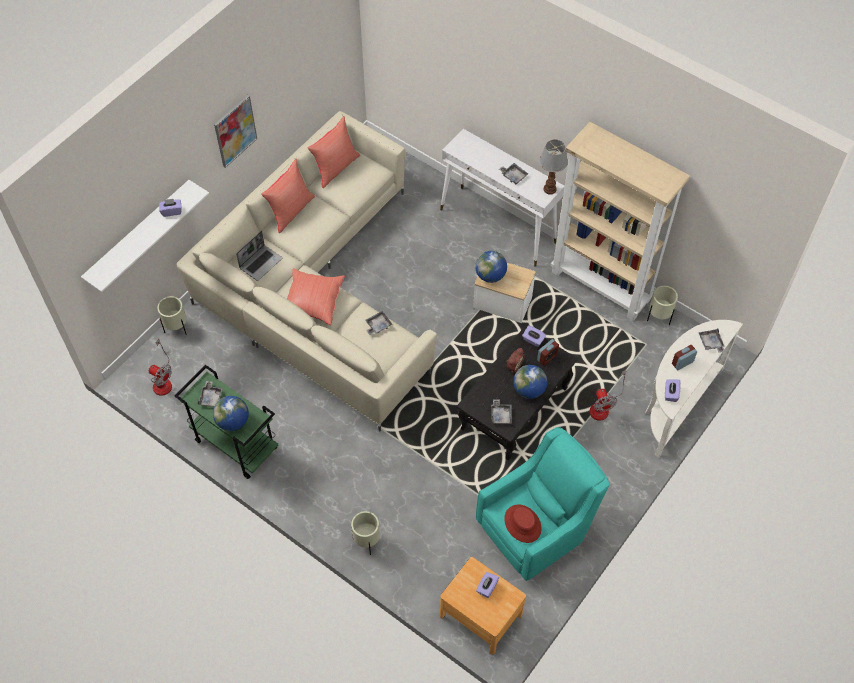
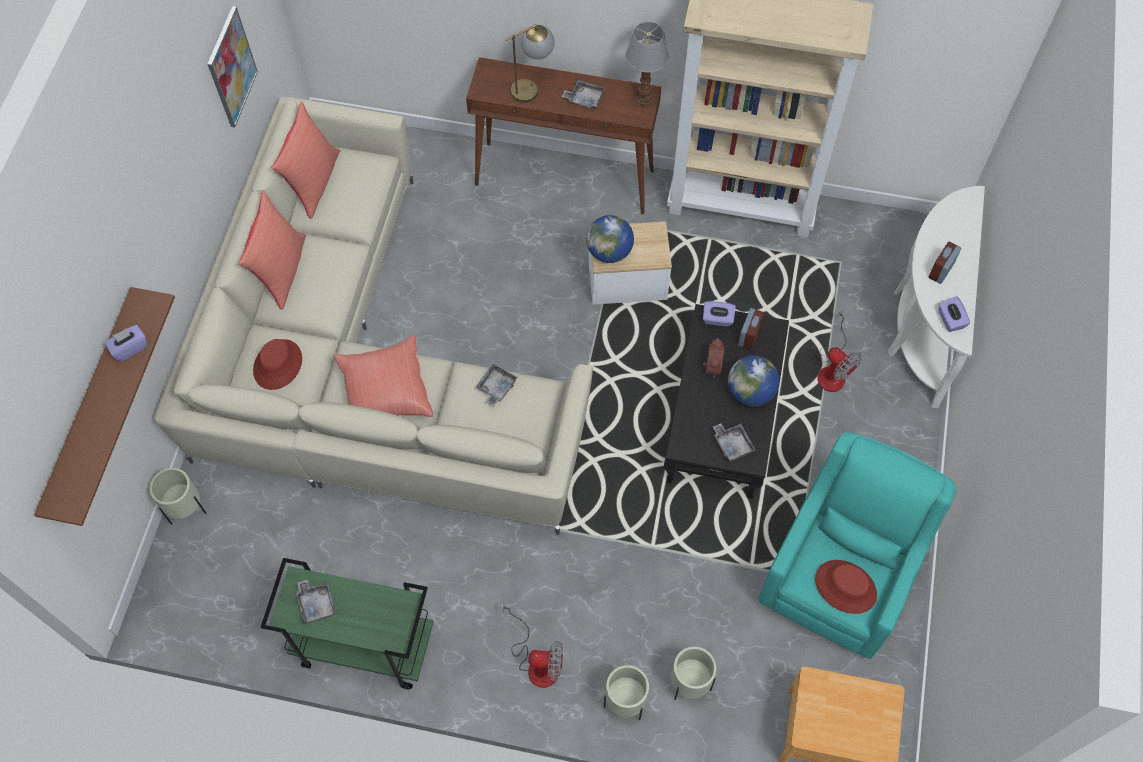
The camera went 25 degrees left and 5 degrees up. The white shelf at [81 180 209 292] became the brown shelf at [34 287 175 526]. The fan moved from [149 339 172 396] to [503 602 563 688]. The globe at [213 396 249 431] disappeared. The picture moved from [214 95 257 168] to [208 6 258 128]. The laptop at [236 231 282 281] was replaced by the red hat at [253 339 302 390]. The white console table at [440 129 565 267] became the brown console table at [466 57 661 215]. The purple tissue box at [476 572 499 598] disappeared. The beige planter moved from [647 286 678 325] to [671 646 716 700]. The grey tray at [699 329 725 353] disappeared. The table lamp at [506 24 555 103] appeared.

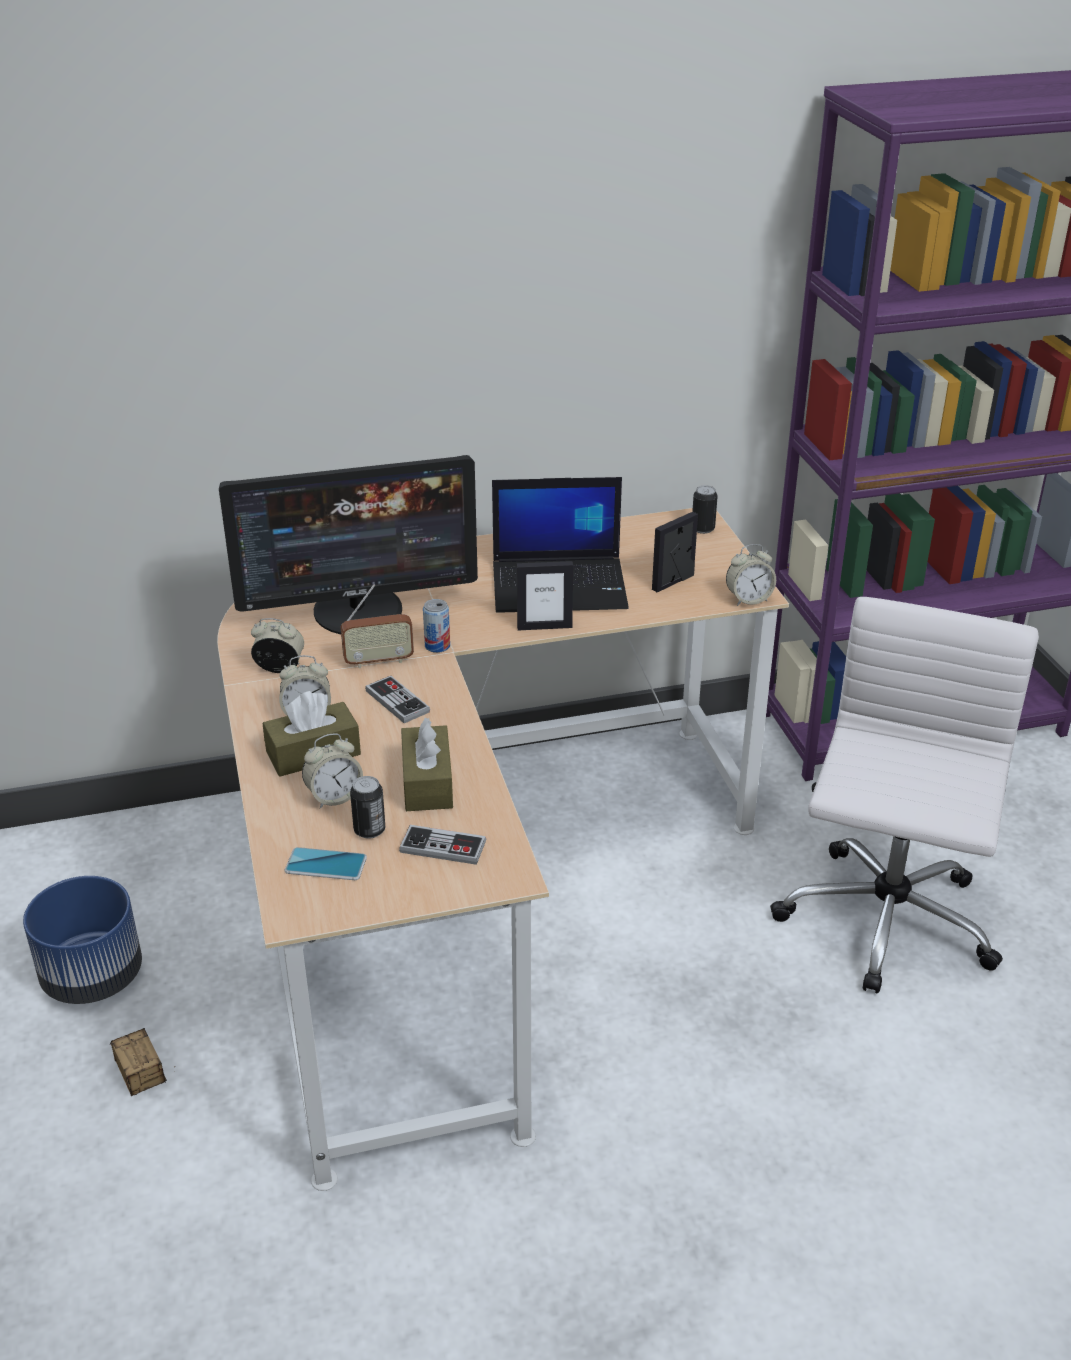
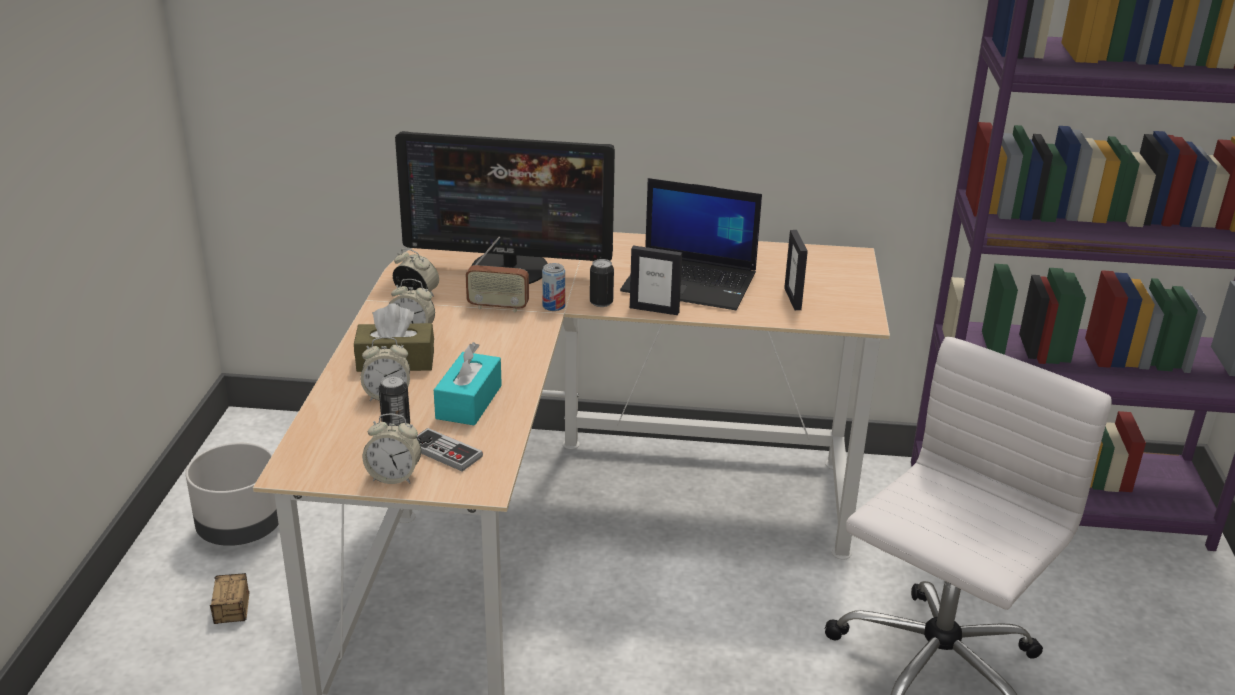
The camera went 20 degrees right and 5 degrees down. The blue planter at [23 876 142 1004] became the grey planter at [186 443 279 546]. The phone at [285 847 367 880] disappeared. The game controller at [365 676 430 723] disappeared. The brown tissue box at [401 717 453 811] became the turquoise tissue box at [434 342 502 426]. The picture frame at [652 512 698 592] turned 75 degrees counterclockwise. The can moved from [692 485 718 534] to [590 259 614 307]. The alarm clock moved from [726 544 776 606] to [362 413 421 484].

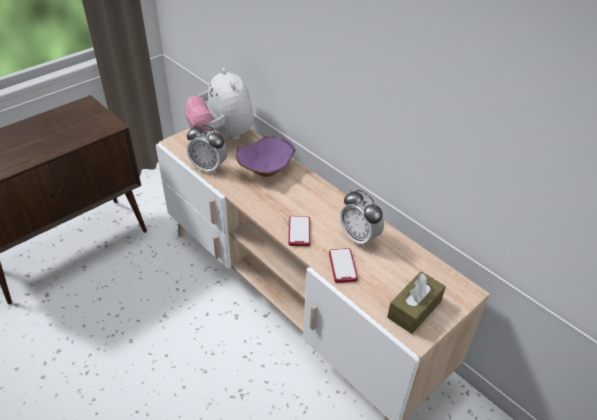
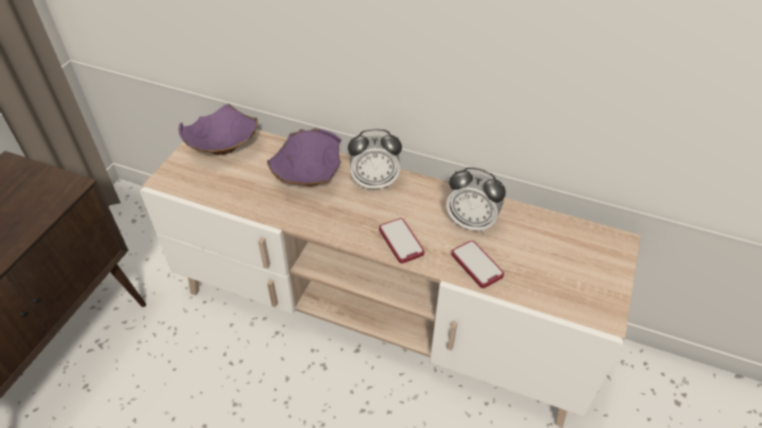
The camera went 25 degrees left and 5 degrees up. The plush toy at [186 68 254 140] was replaced by the purple bowl at [179 103 258 155]. The alarm clock moved from [187 124 228 174] to [348 129 402 189]. The brown tissue box at [387 272 446 334] disappeared.

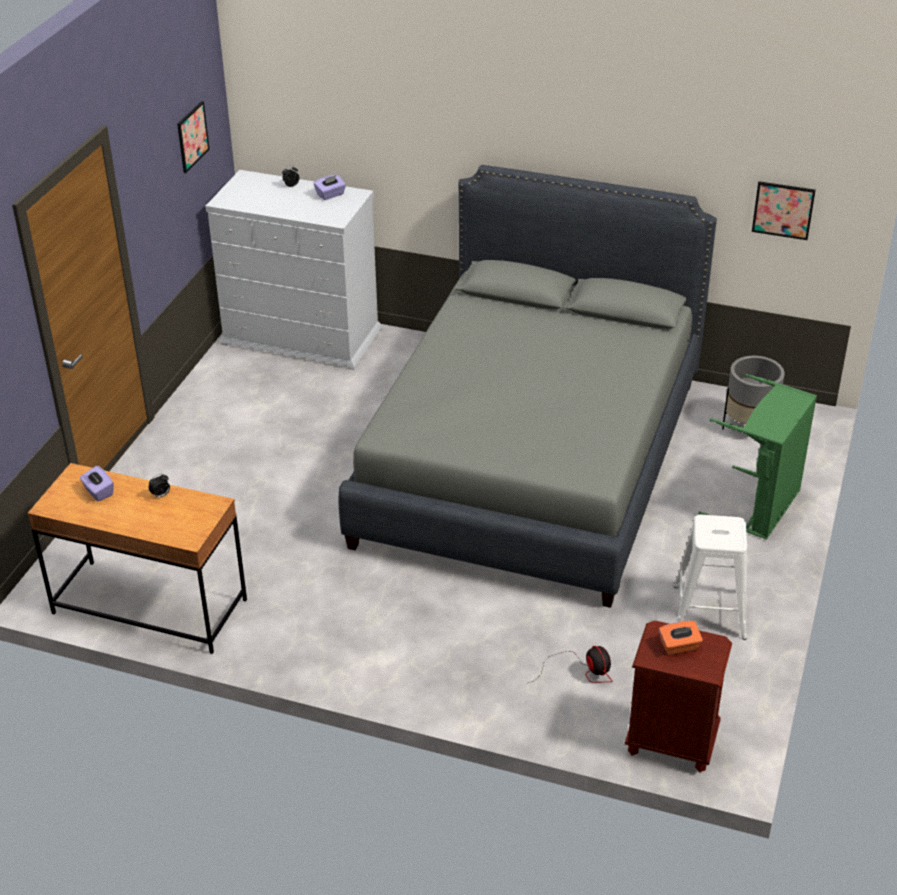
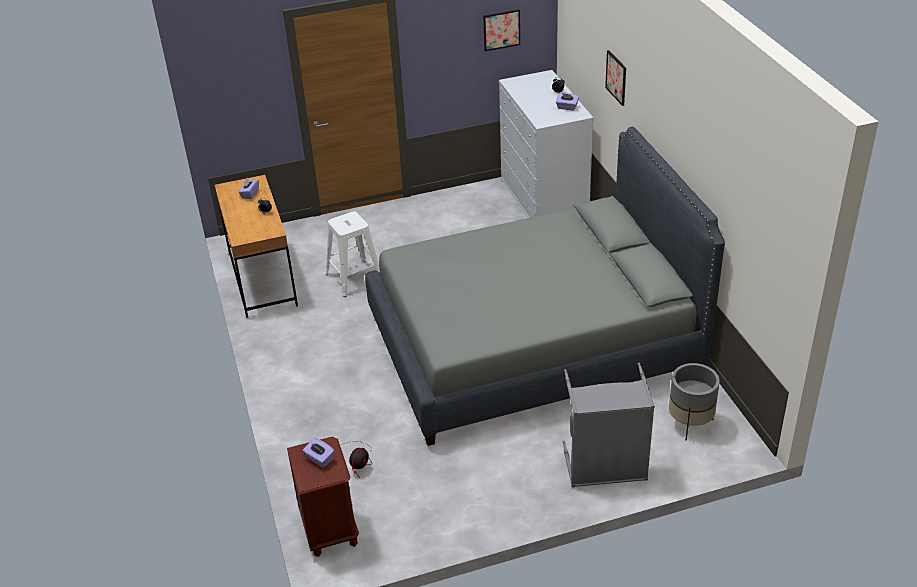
The camera went 55 degrees right and 0 degrees up. The orange tissue box at [659 621 703 655] became the purple tissue box at [303 438 335 468]. The white stool moved from [674 515 747 640] to [326 211 380 297]. The green laundry basket at [698 374 817 540] became the grey laundry basket at [562 363 655 487]. The picture moved from [752 181 816 240] to [605 50 626 106].

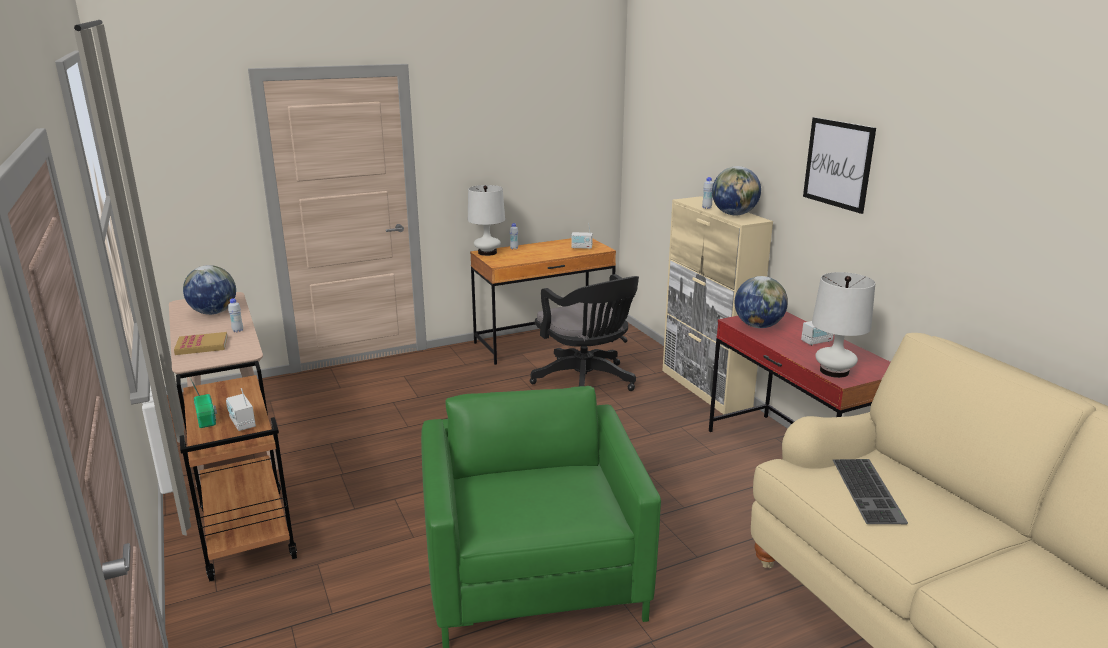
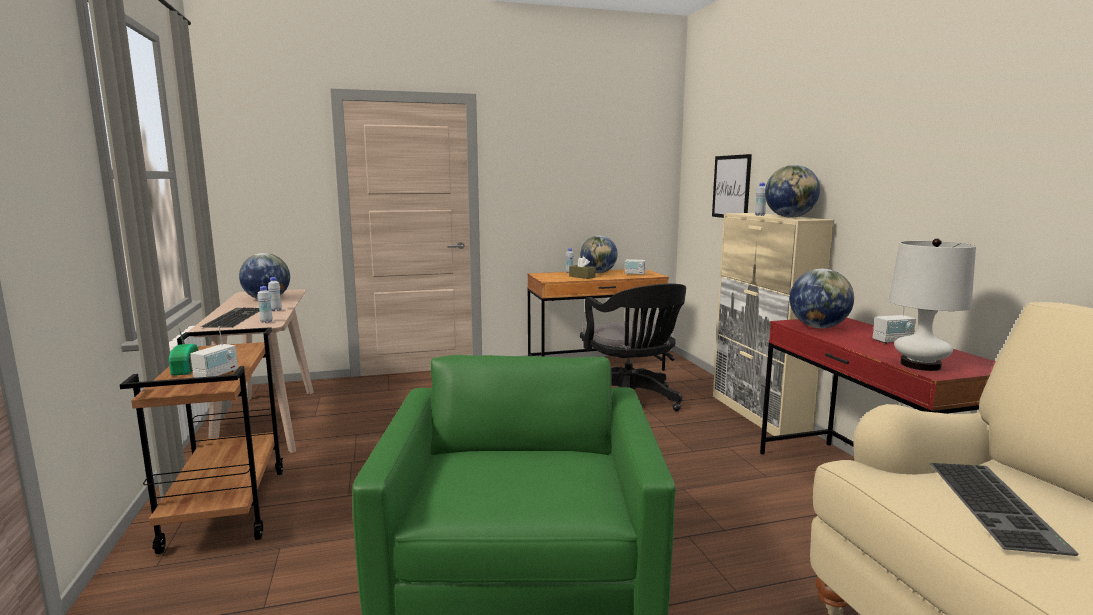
The camera went 10 degrees right and 10 degrees down. The book at [174 332 227 355] was replaced by the keyboard at [201 308 259 328]. The radio at [226 388 256 431] turned 135 degrees counterclockwise. The white table lamp at [468 185 505 256] disappeared. The picture moved from [803 117 876 214] to [712 154 752 218]. The white bottle at [257 286 273 323] appeared. The brown tissue box at [569 257 596 279] appeared. The globe at [580 235 618 273] appeared.

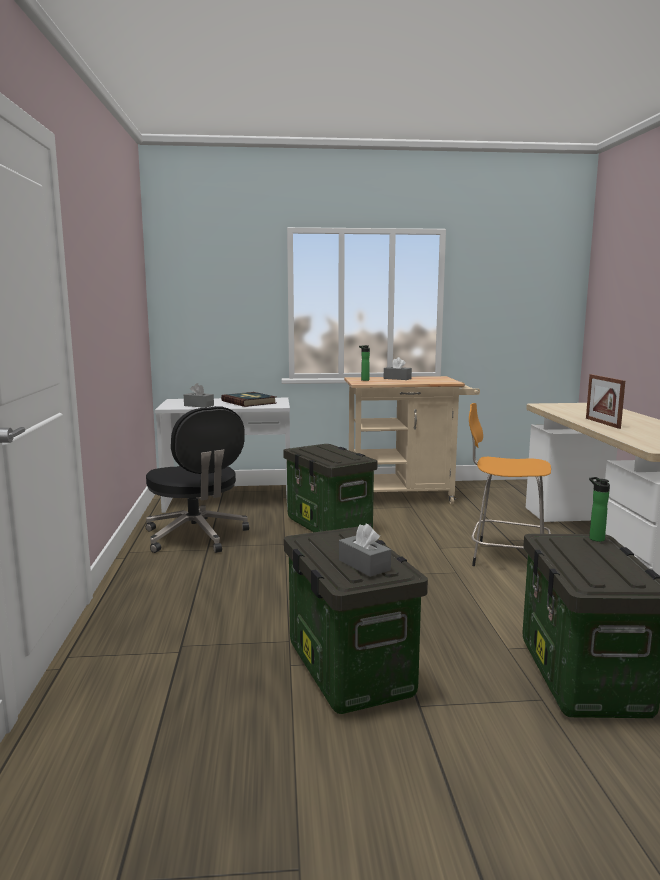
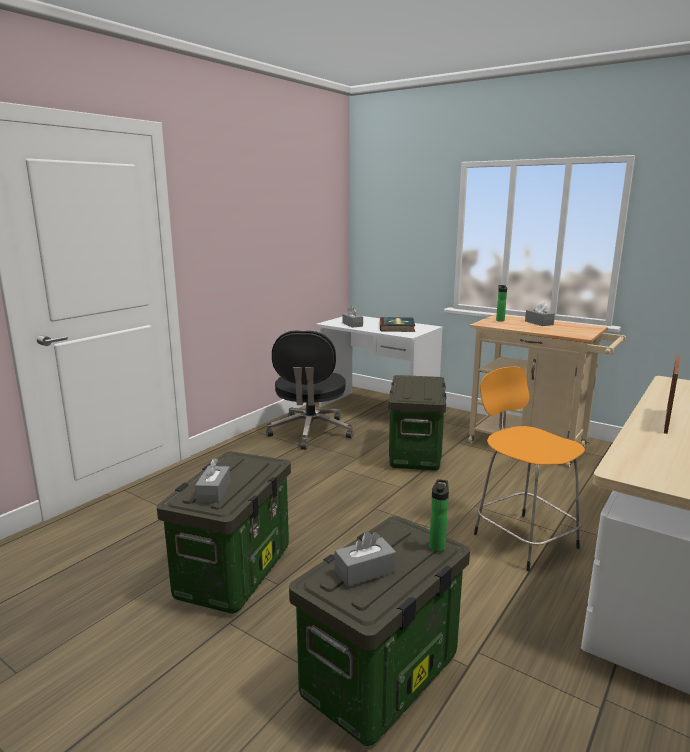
The camera went 40 degrees right and 5 degrees up. The grey tissue box at [335 532 396 587] appeared.

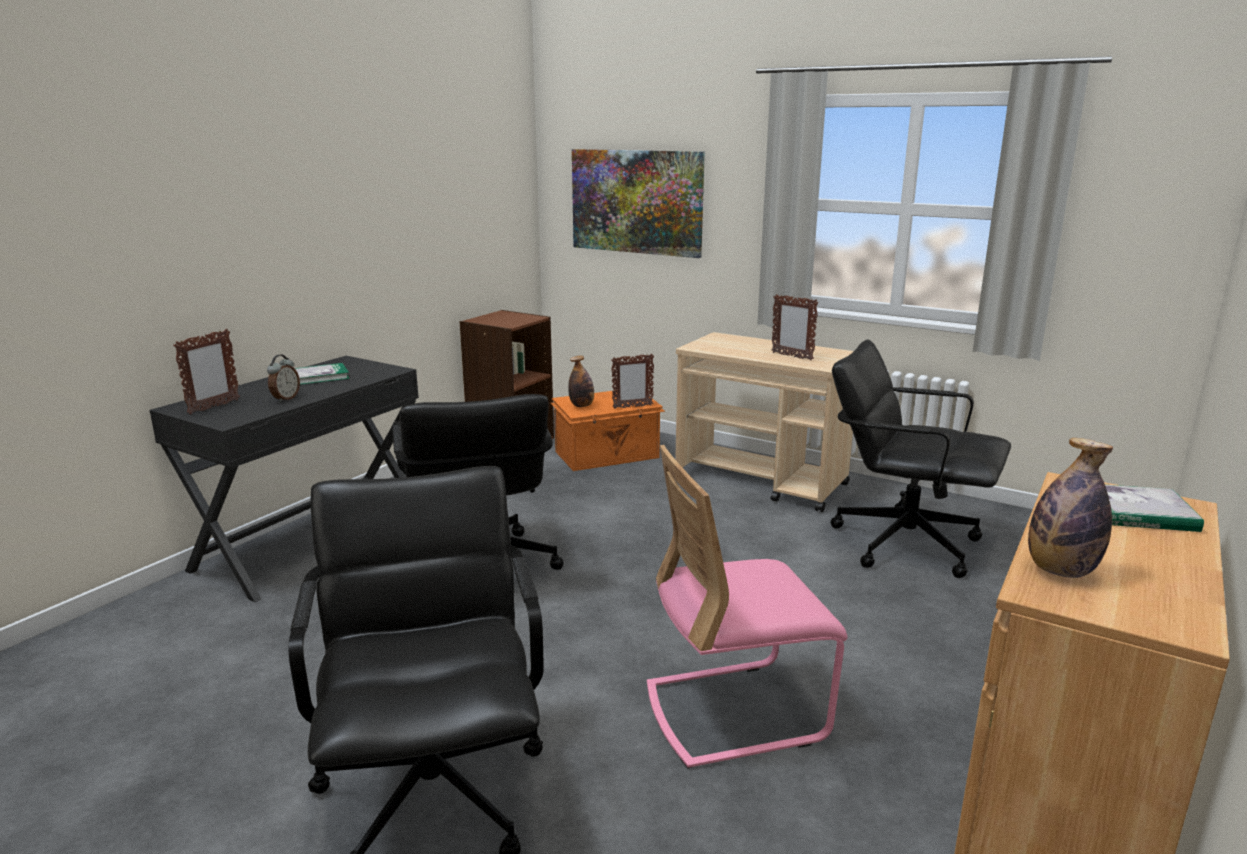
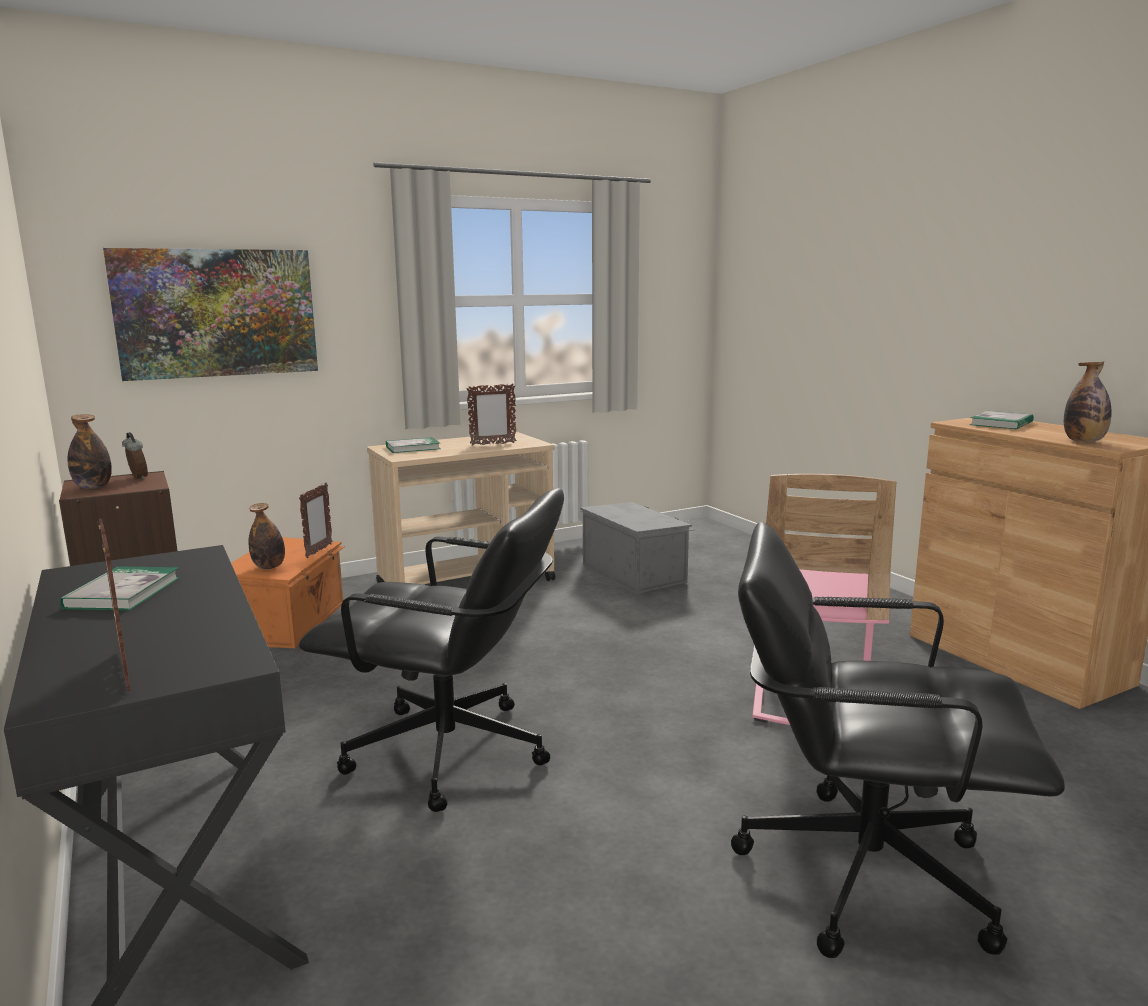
The camera went 60 degrees left and 5 degrees down. The alarm clock moved from [267 355 300 402] to [122 432 148 480]. The black office chair at [831 339 1011 578] was replaced by the grey storage box at [580 502 694 594]. The bottle at [67 414 112 489] appeared. The book at [386 437 441 453] appeared.

